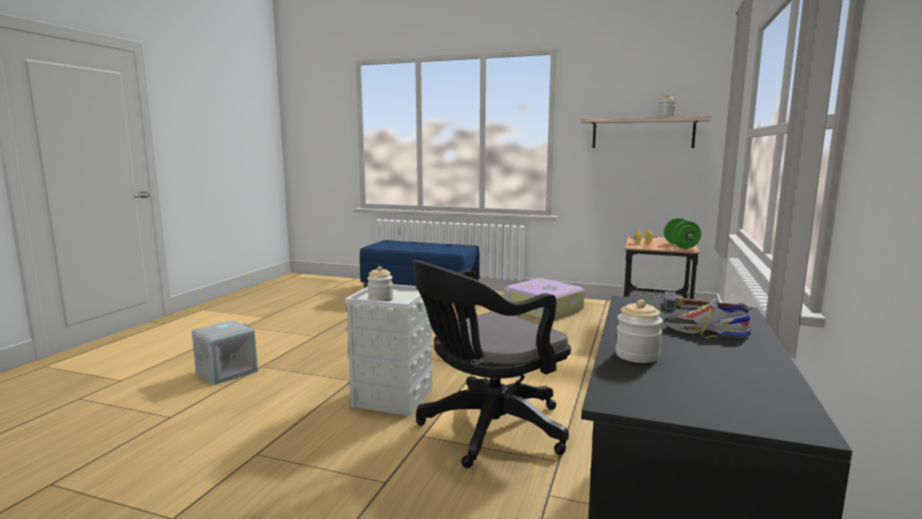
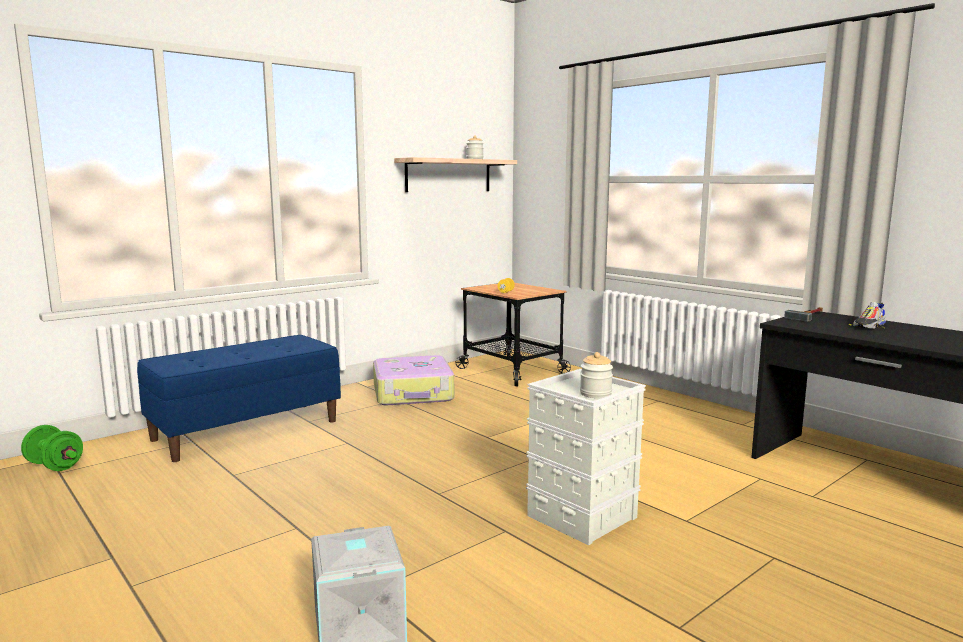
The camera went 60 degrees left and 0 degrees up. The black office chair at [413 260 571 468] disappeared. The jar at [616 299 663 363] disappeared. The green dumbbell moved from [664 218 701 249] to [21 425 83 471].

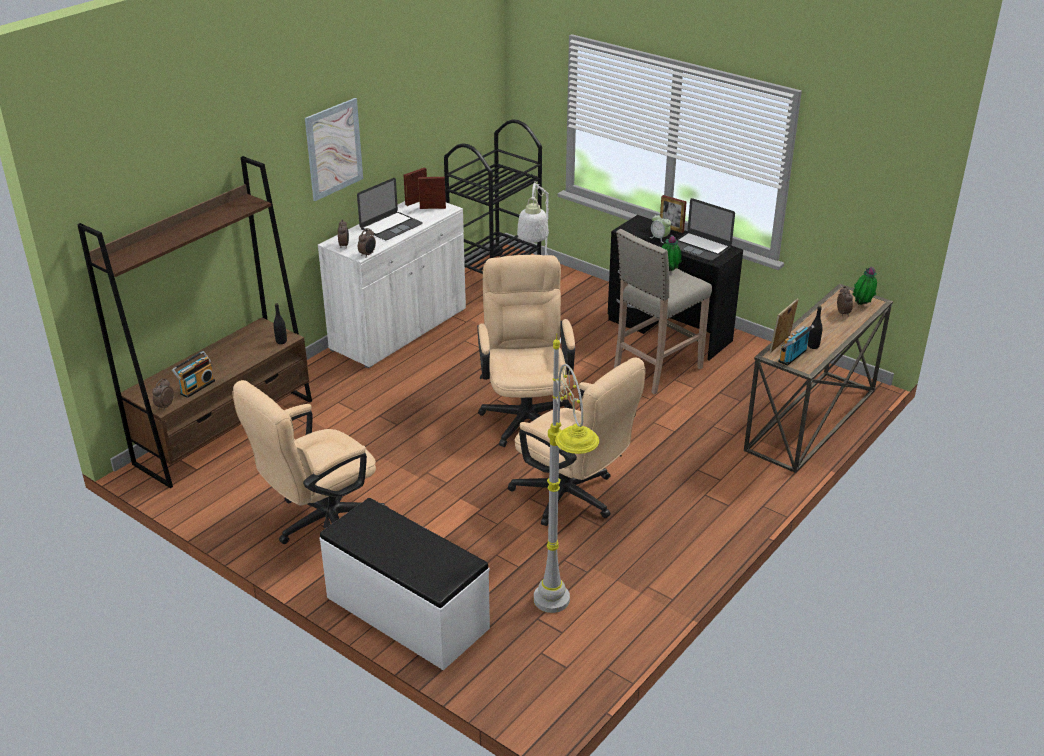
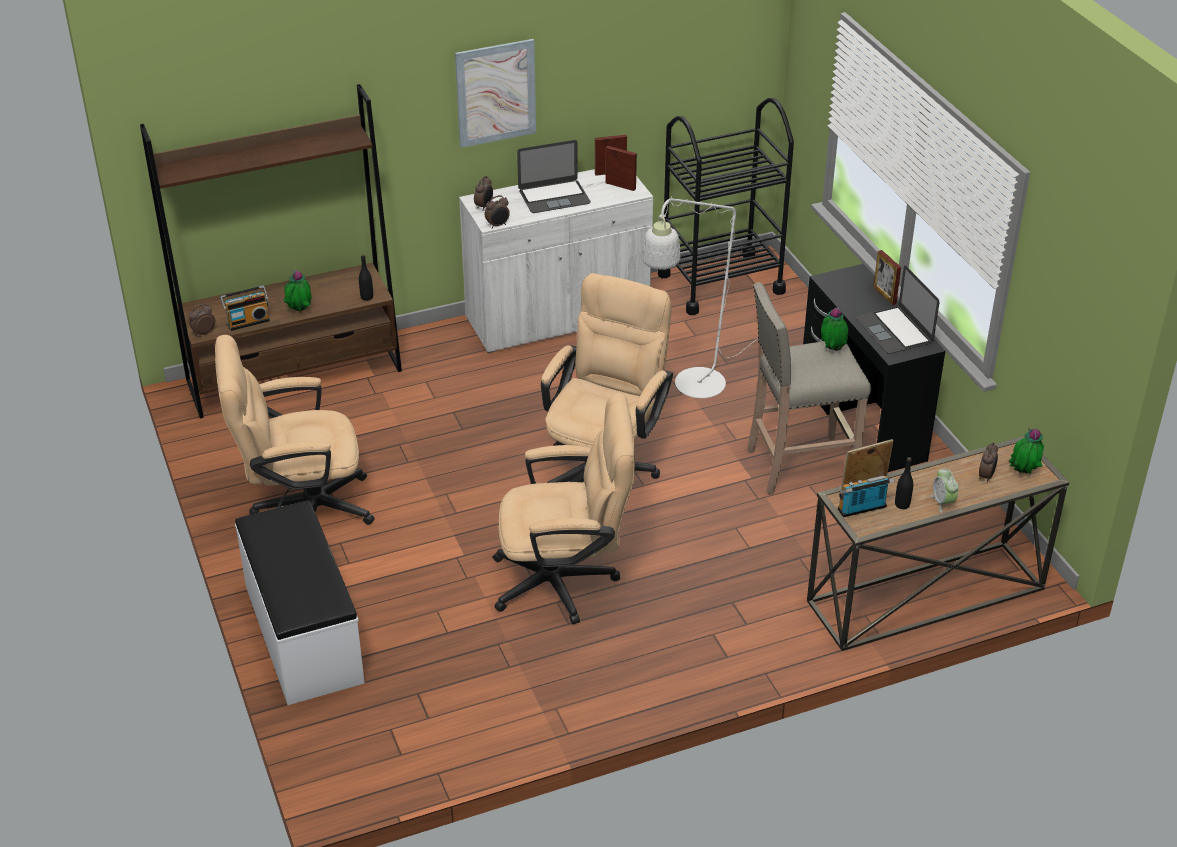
The camera went 30 degrees right and 5 degrees up. The beige office chair at [508 357 646 526] turned 75 degrees counterclockwise. The grey floor lamp at [534 333 599 613] disappeared. The alarm clock moved from [650 213 671 243] to [931 468 959 513]. The potted plant at [283 270 311 311] appeared.

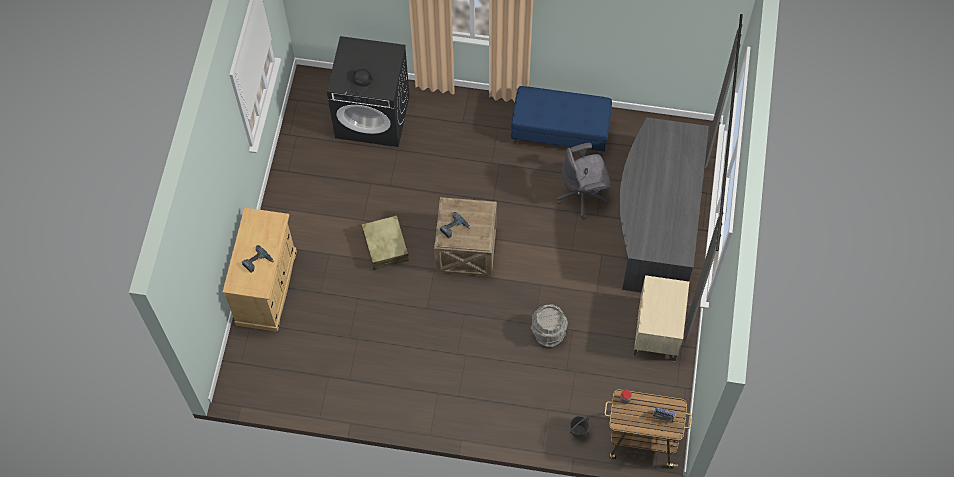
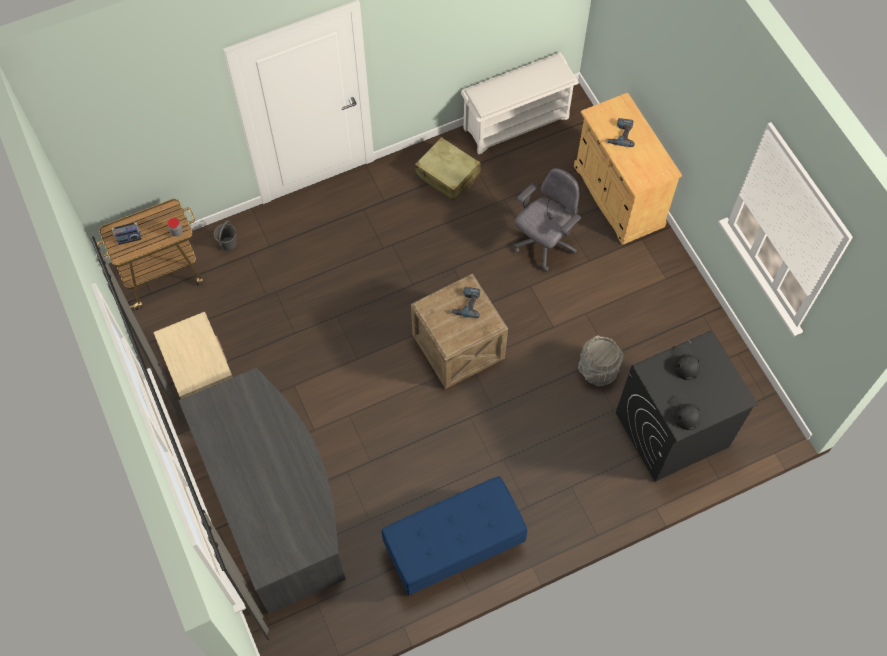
The camera went 145 degrees right and 0 degrees up. The beige suitcase moved from [361 215 409 270] to [415 137 481 201]. The grey bucket moved from [531 304 568 347] to [578 336 624 386]. The grey office chair moved from [557 143 611 219] to [514 168 581 272]. The white shoe rack at [461 52 579 154] appeared. The black cap at [669 395 701 430] appeared.

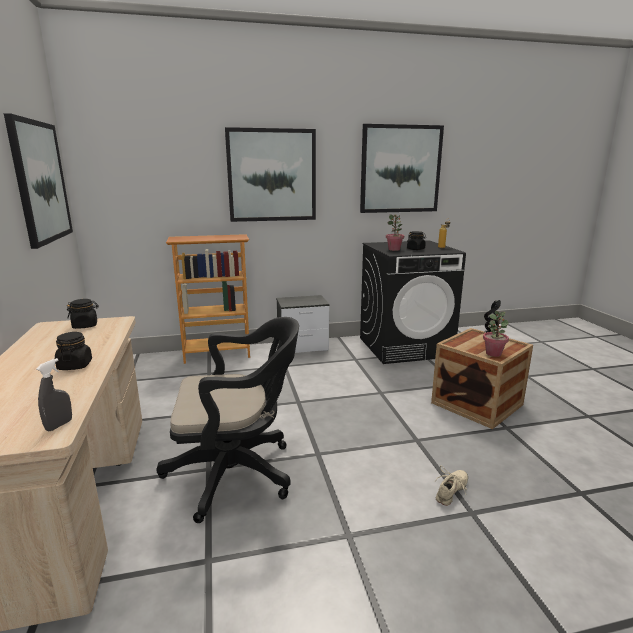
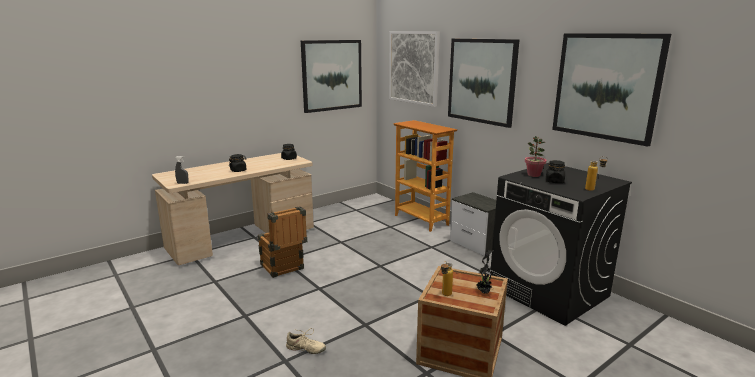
The camera went 65 degrees right and 0 degrees up. The black office chair at [157 317 299 523] was replaced by the crate at [258 206 307 278]. The potted plant at [483 311 509 357] was replaced by the bottle at [441 261 453 296]. The picture at [389 31 440 107] appeared.

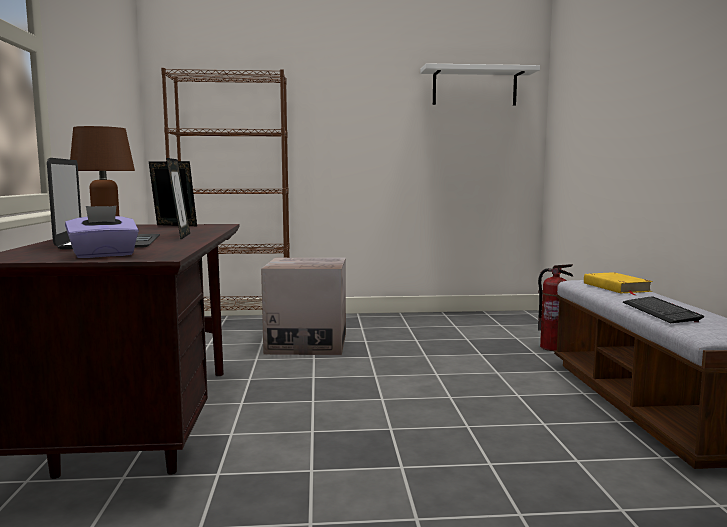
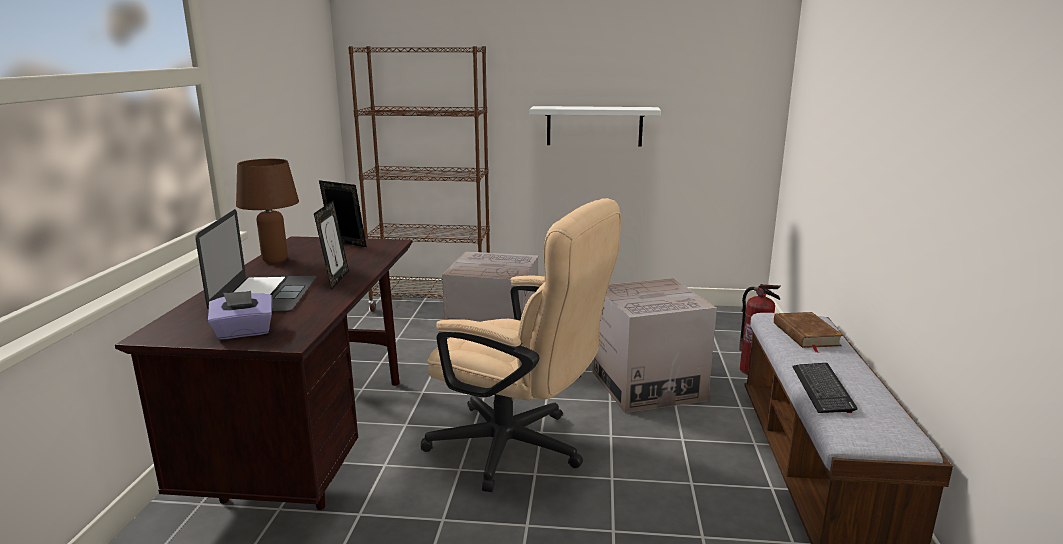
The camera went 10 degrees right and 10 degrees up. The white shelf moved from [420 63 540 106] to [530 106 661 147]. The yellow book at [584 272 653 295] became the brown book at [774 312 843 353]. The beige office chair at [421 198 621 492] appeared. The cardboard box at [592 278 717 413] appeared.

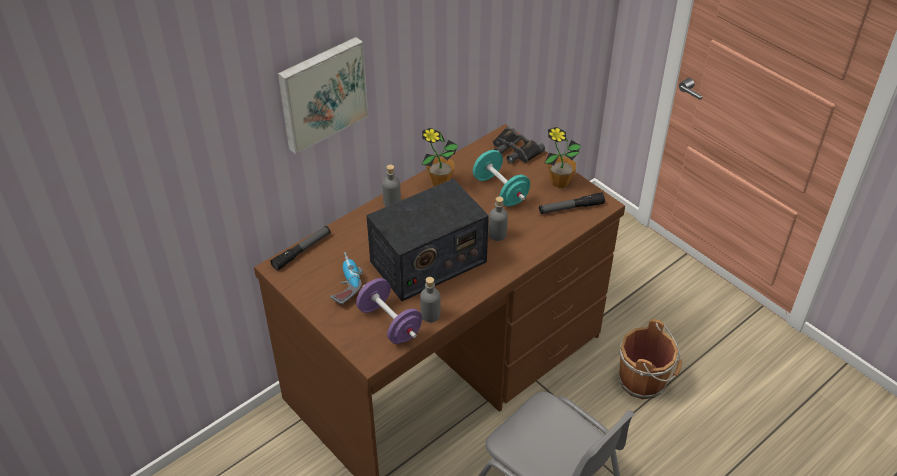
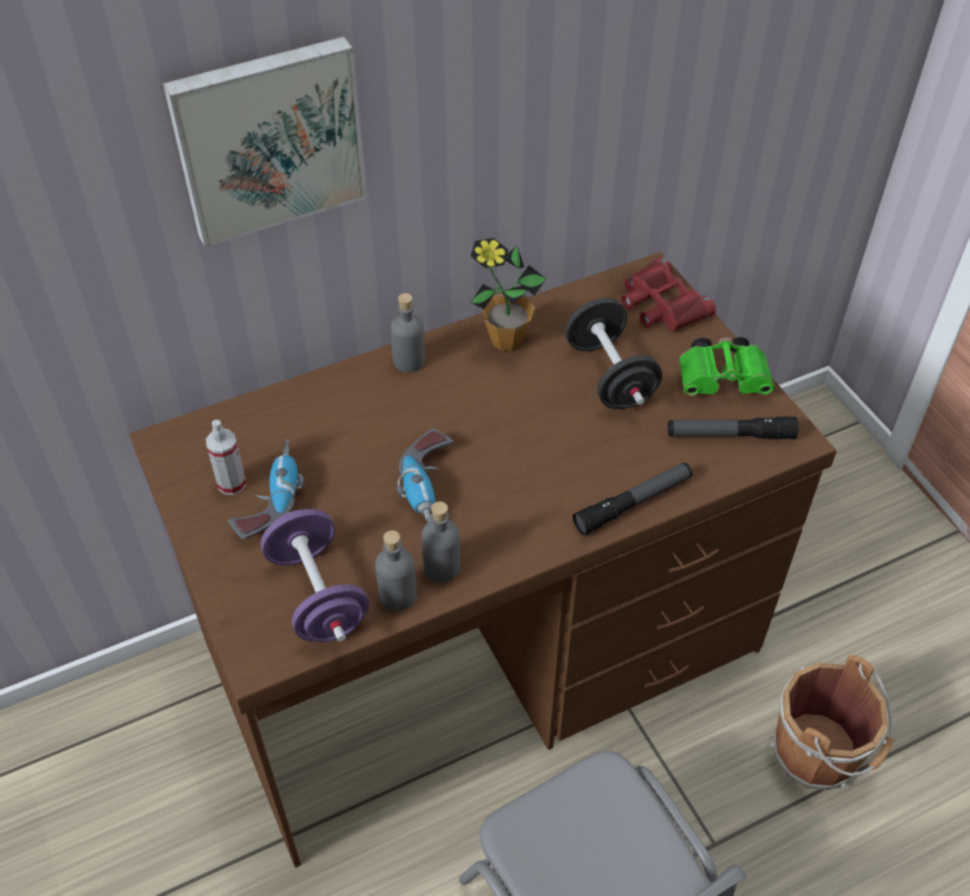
The camera went 15 degrees right and 5 degrees up. The flashlight moved from [270 226 331 271] to [573 463 692 535]. The radio at [366 179 489 301] was replaced by the power drill at [397 429 453 522]. The turquoise dumbbell at [473 150 530 206] became the black dumbbell at [565 298 662 409]. The grey bottle moved from [488 196 508 241] to [421 501 460 582]. The black binoculars at [493 126 545 164] became the red binoculars at [621 257 716 331]. The potted plant at [545 127 581 188] was replaced by the green binoculars at [679 337 774 396]. The spray bottle at [206 420 246 495] appeared.

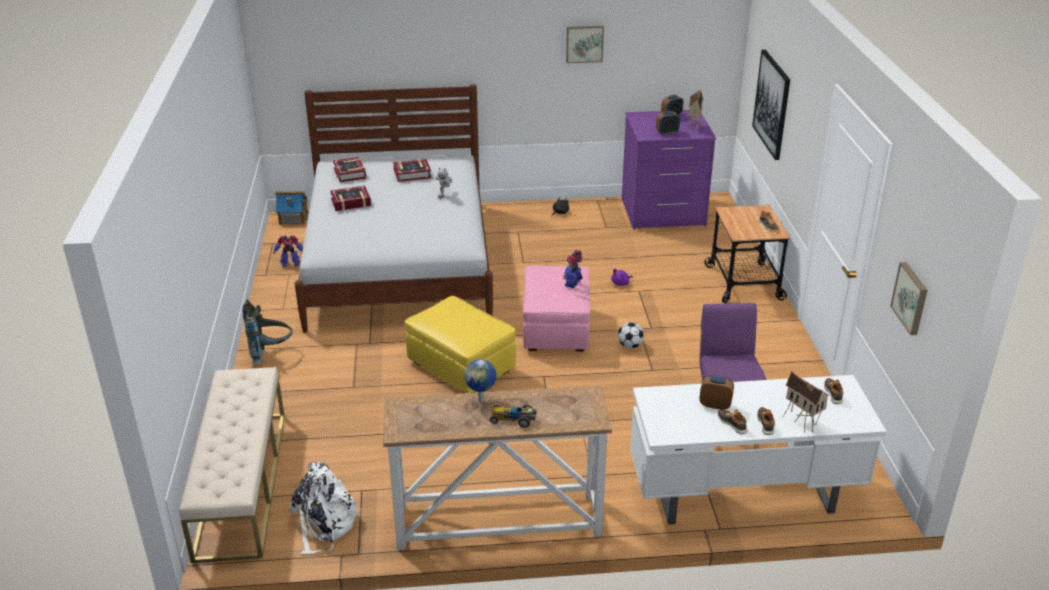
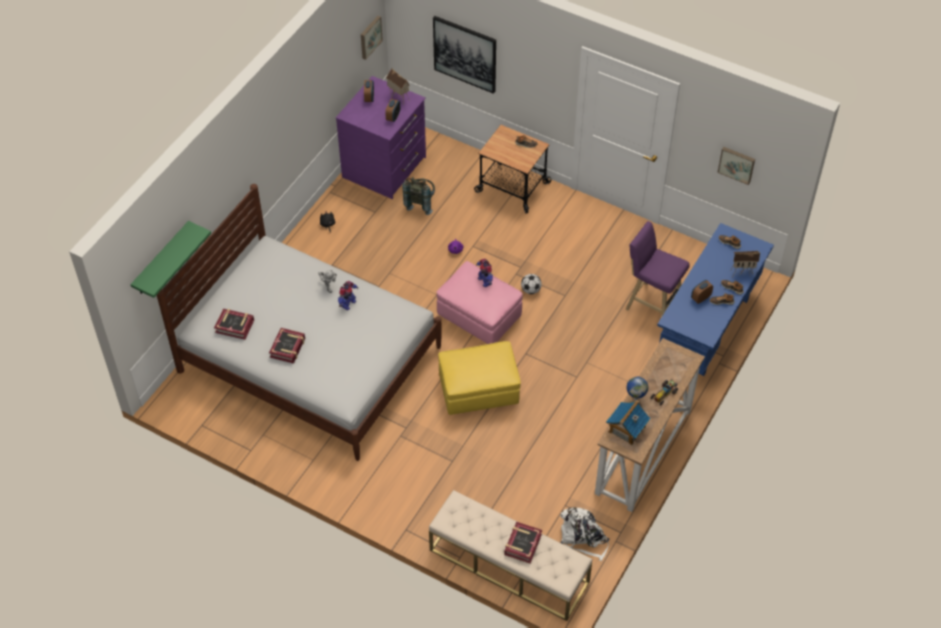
The camera went 55 degrees left and 20 degrees up. The grey backpack moved from [243 299 292 364] to [402 177 435 215]. The toy robot moved from [273 235 303 267] to [338 281 359 310]. The toy house moved from [275 191 308 225] to [606 400 650 445]. The book moved from [393 159 431 182] to [504 522 542 563]. The picture moved from [566 26 604 63] to [361 16 383 60]. The white desk at [630 375 887 525] became the blue desk at [657 223 774 376]. The green shelf at [130 221 211 298] appeared.

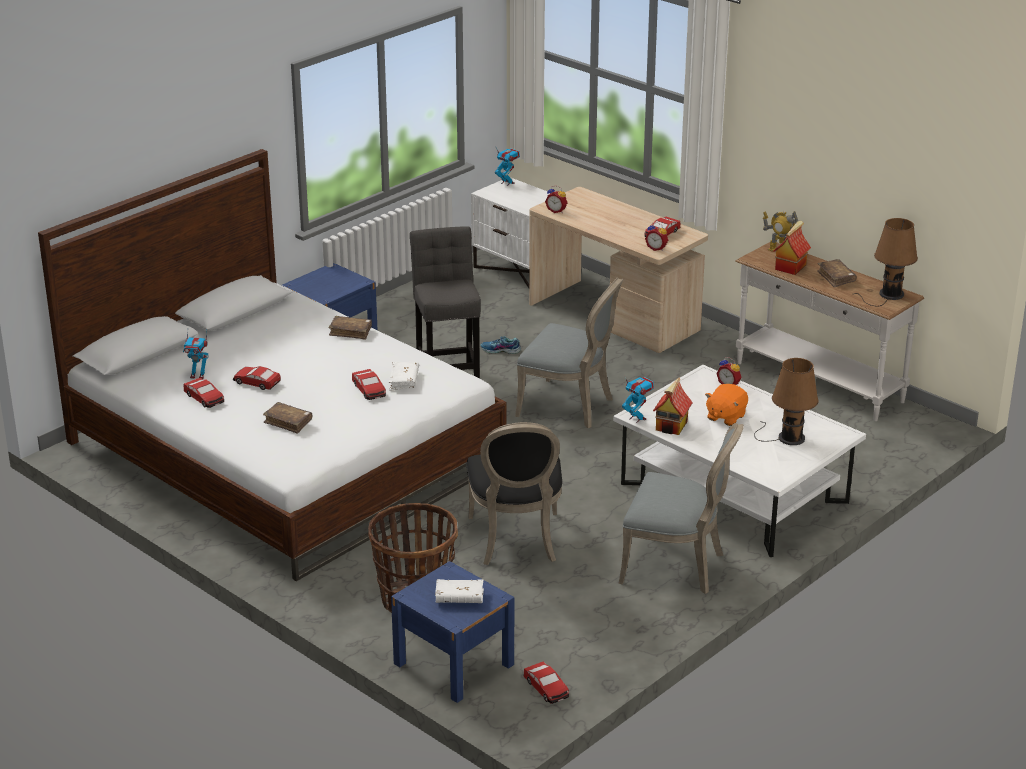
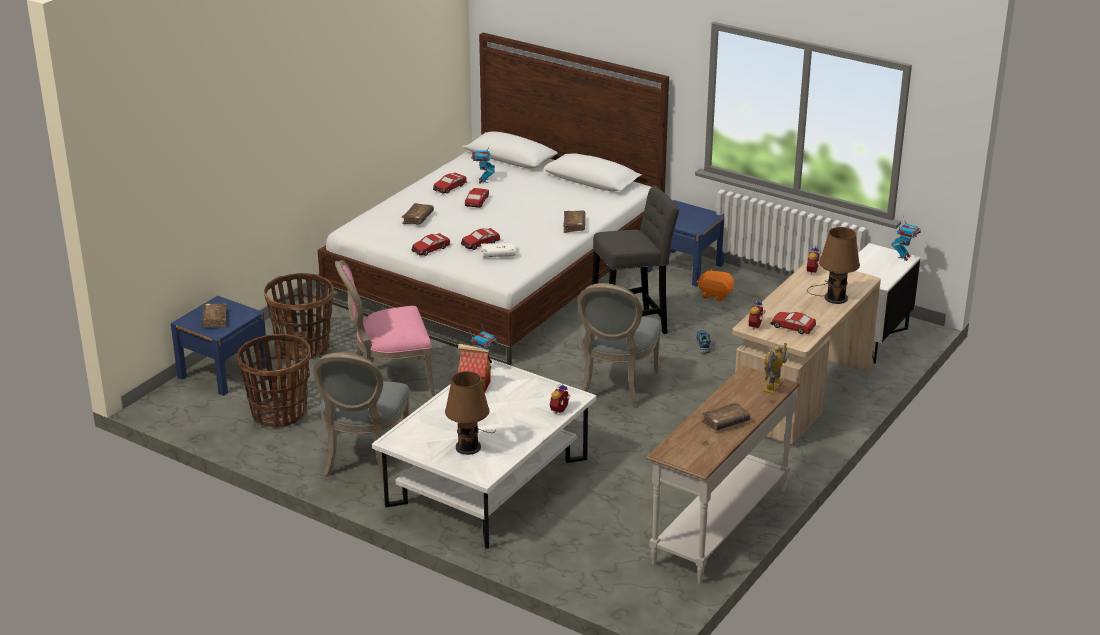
The camera went 80 degrees right and 0 degrees up. The white book at [435 579 484 603] became the brown book at [202 303 227 328]. The black chair at [466 422 562 565] became the pink chair at [335 260 435 396]. The toy car moved from [523 661 569 704] to [412 233 450 256]. The orange plush toy moved from [705 384 748 426] to [697 269 734 301]. The toy house at [773 220 811 275] disappeared. The brown table lamp moved from [854 218 918 306] to [807 227 860 304]. The basket at [237 334 311 427] appeared.

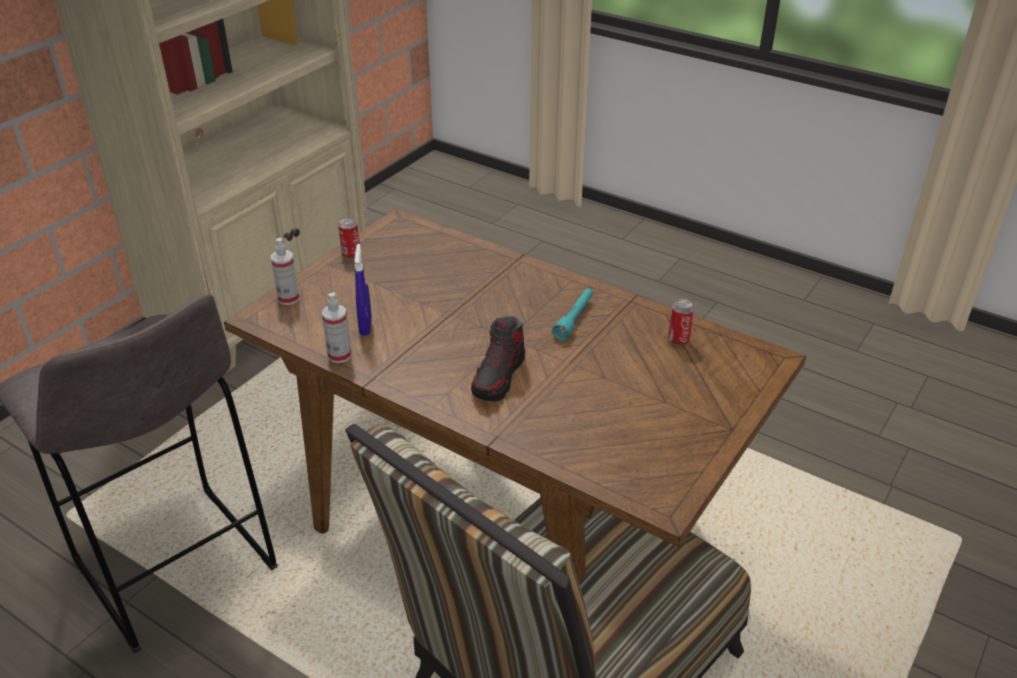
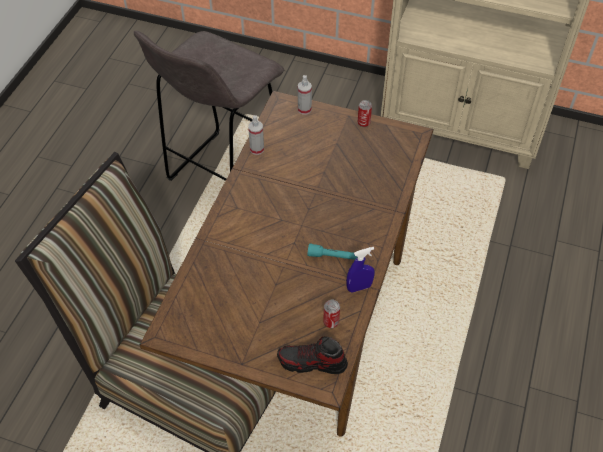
The camera went 75 degrees right and 15 degrees up. The blue spray bottle moved from [354 244 372 335] to [347 247 375 293]. The shoe moved from [471 316 525 402] to [277 337 348 374].

